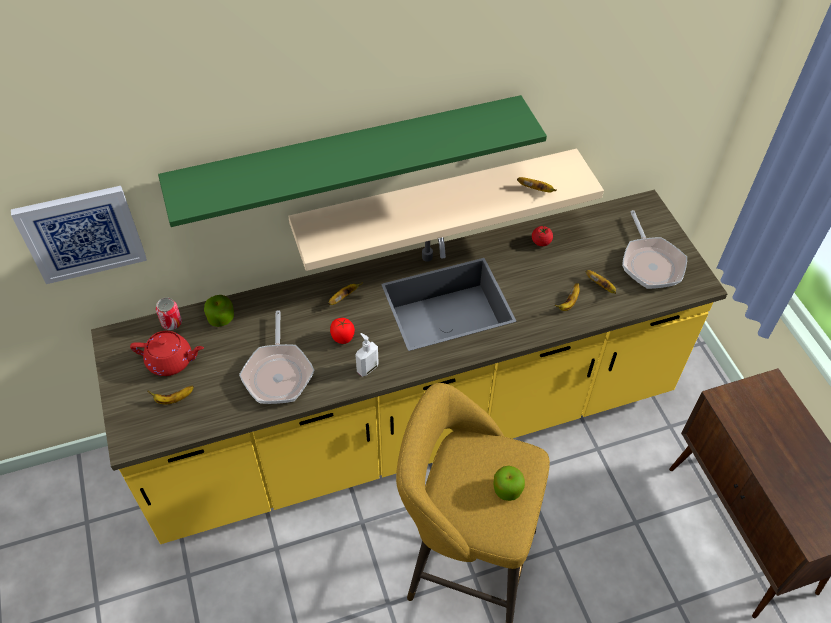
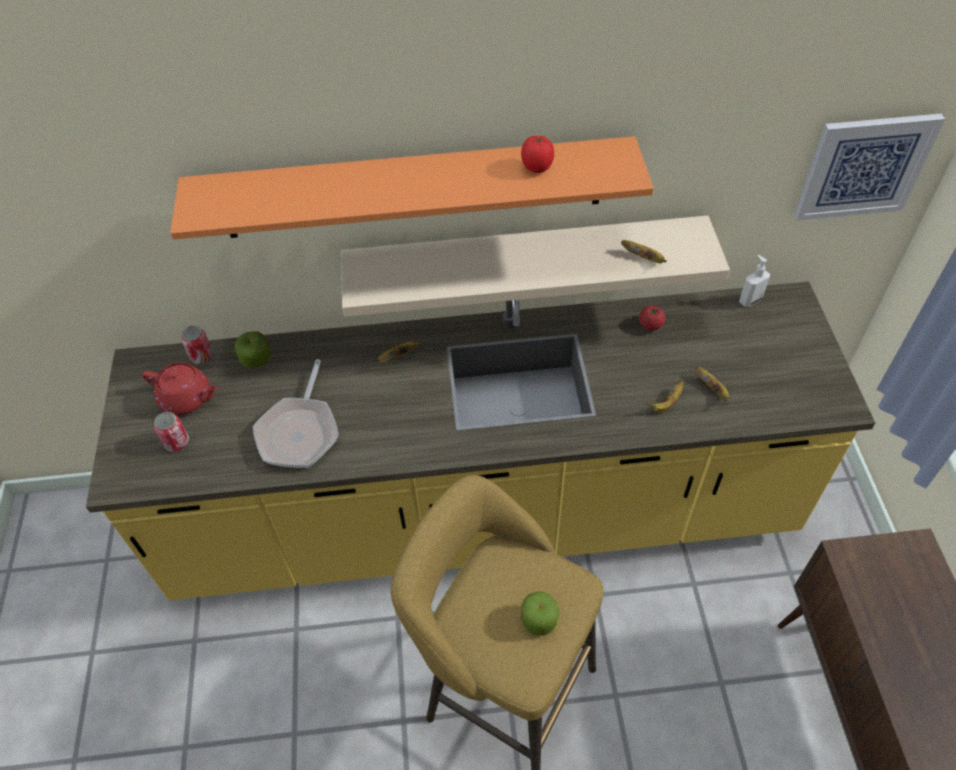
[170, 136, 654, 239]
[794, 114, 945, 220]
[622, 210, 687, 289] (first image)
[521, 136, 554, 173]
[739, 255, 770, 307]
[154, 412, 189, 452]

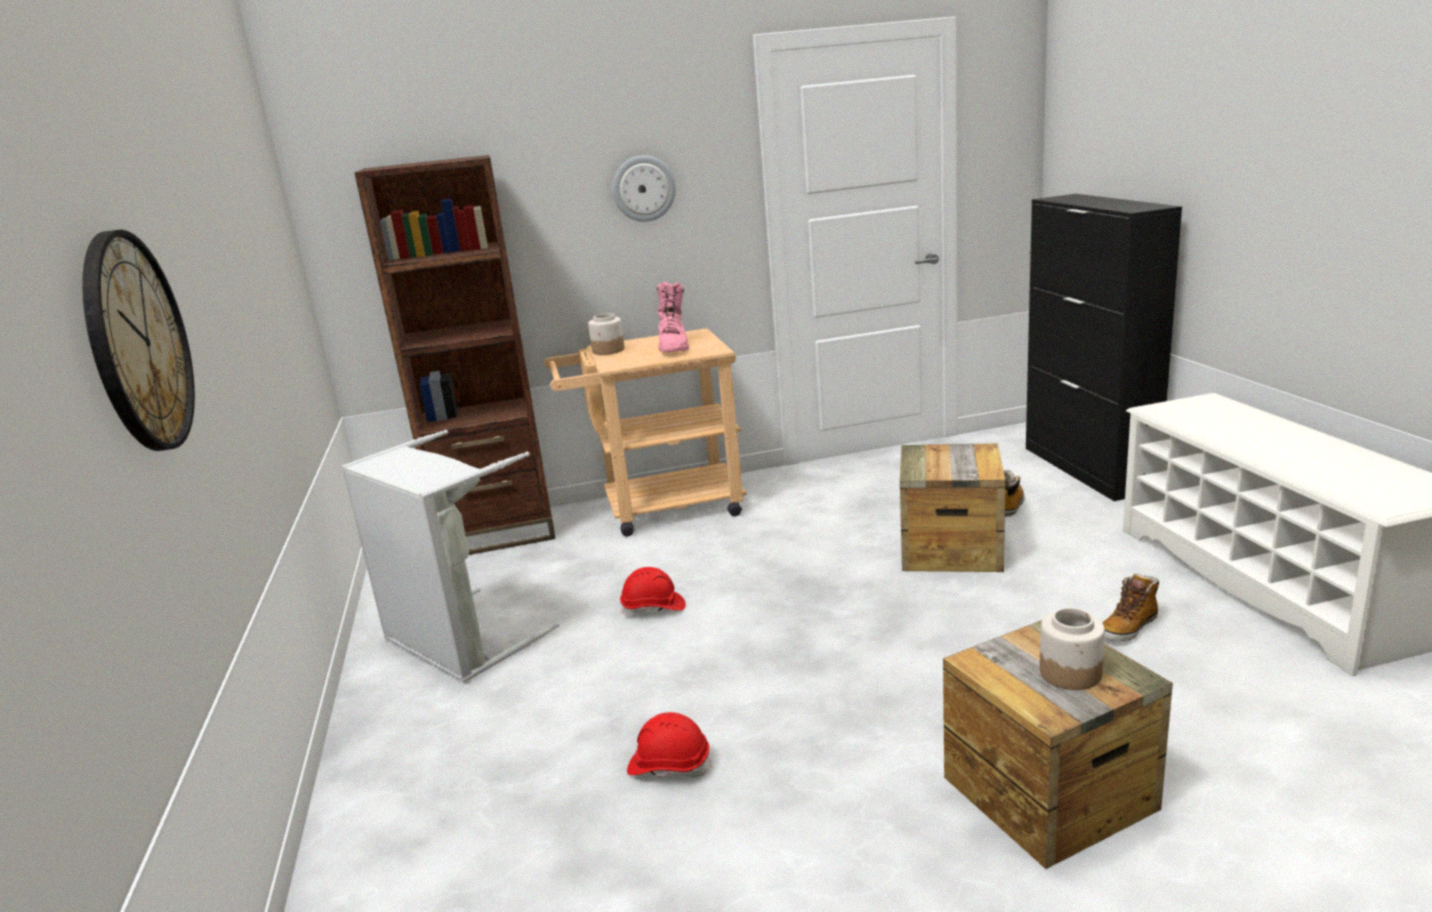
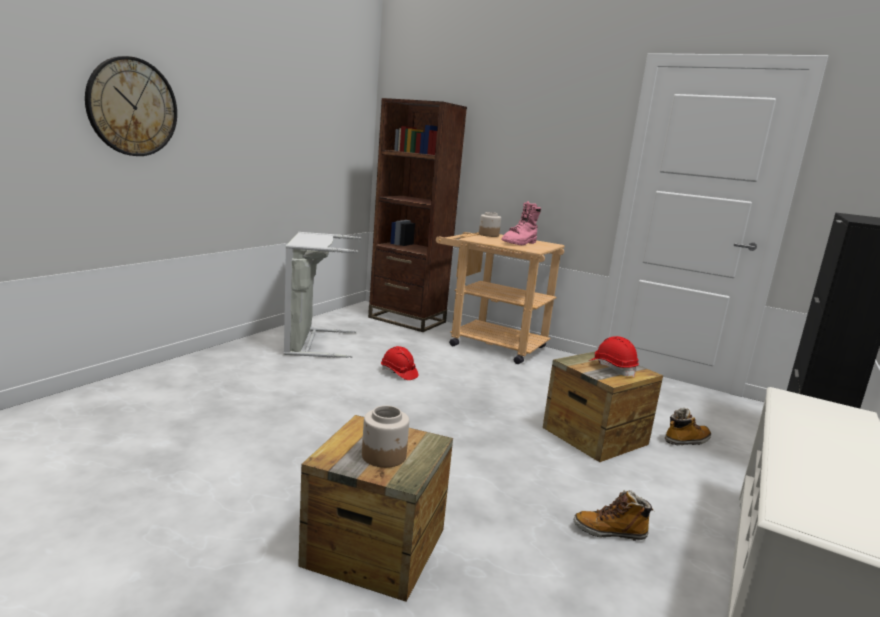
[612, 155, 676, 222] (first image)
[589, 336, 639, 377]

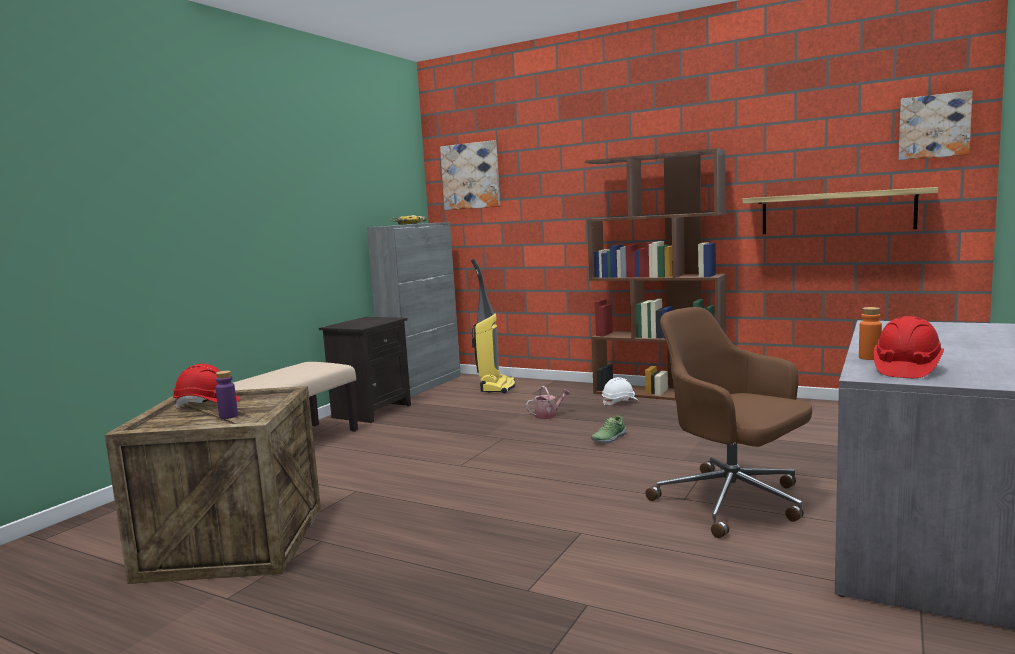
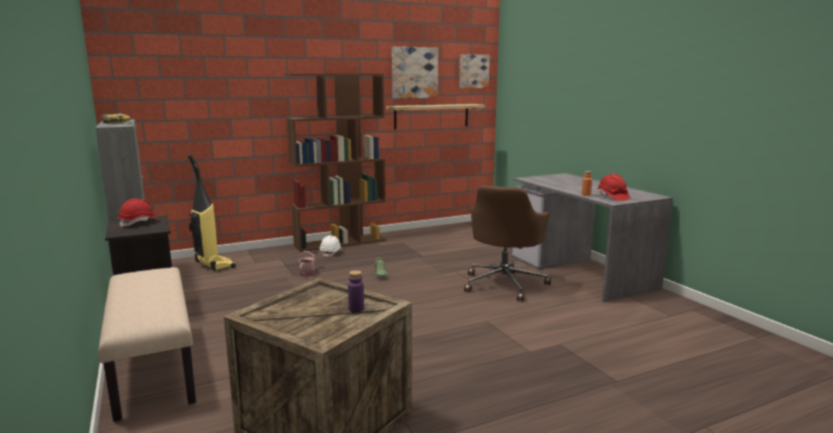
[392, 47, 438, 99]
[464, 186, 551, 301]
[118, 198, 159, 228]

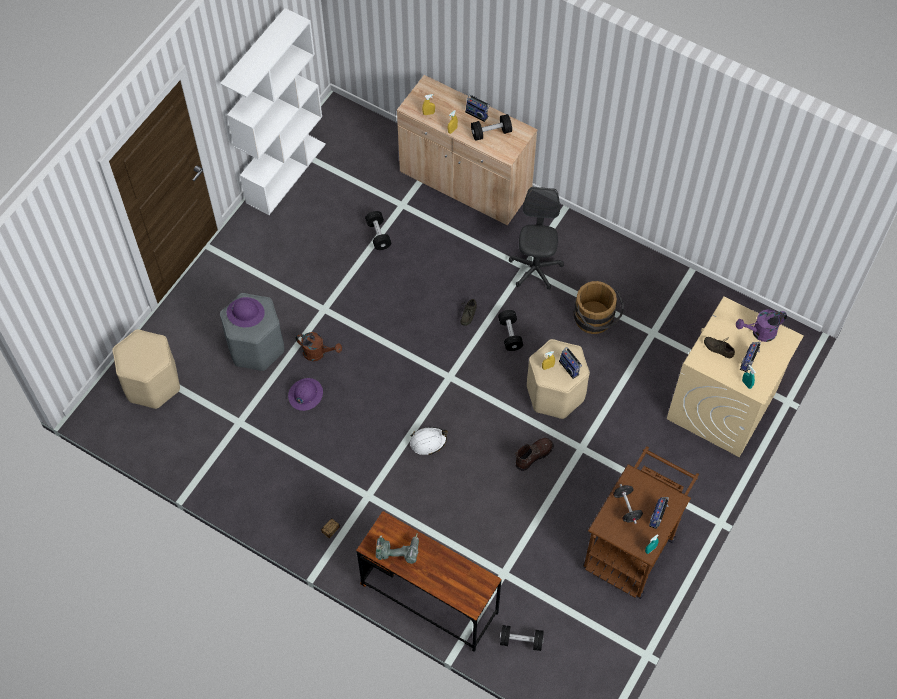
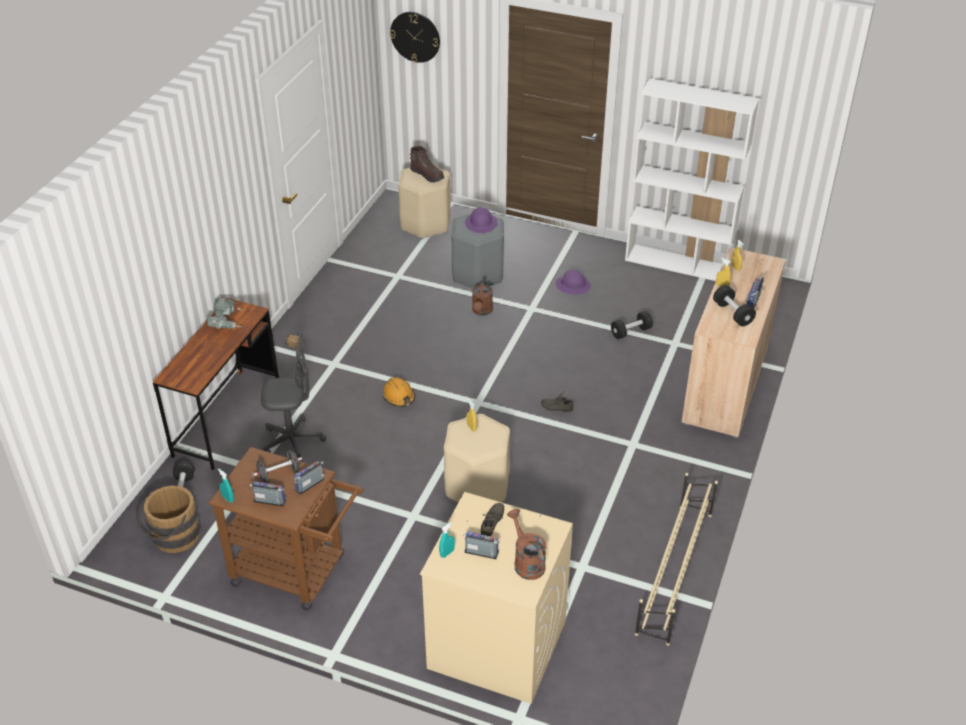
[261, 332, 326, 462]
[136, 485, 201, 553]
[507, 509, 546, 580]
[498, 310, 523, 351] (first image)
[294, 461, 325, 495]
[556, 270, 591, 295]
[383, 377, 415, 407]
[410, 146, 444, 183]
[390, 12, 440, 63]
[635, 473, 718, 646]

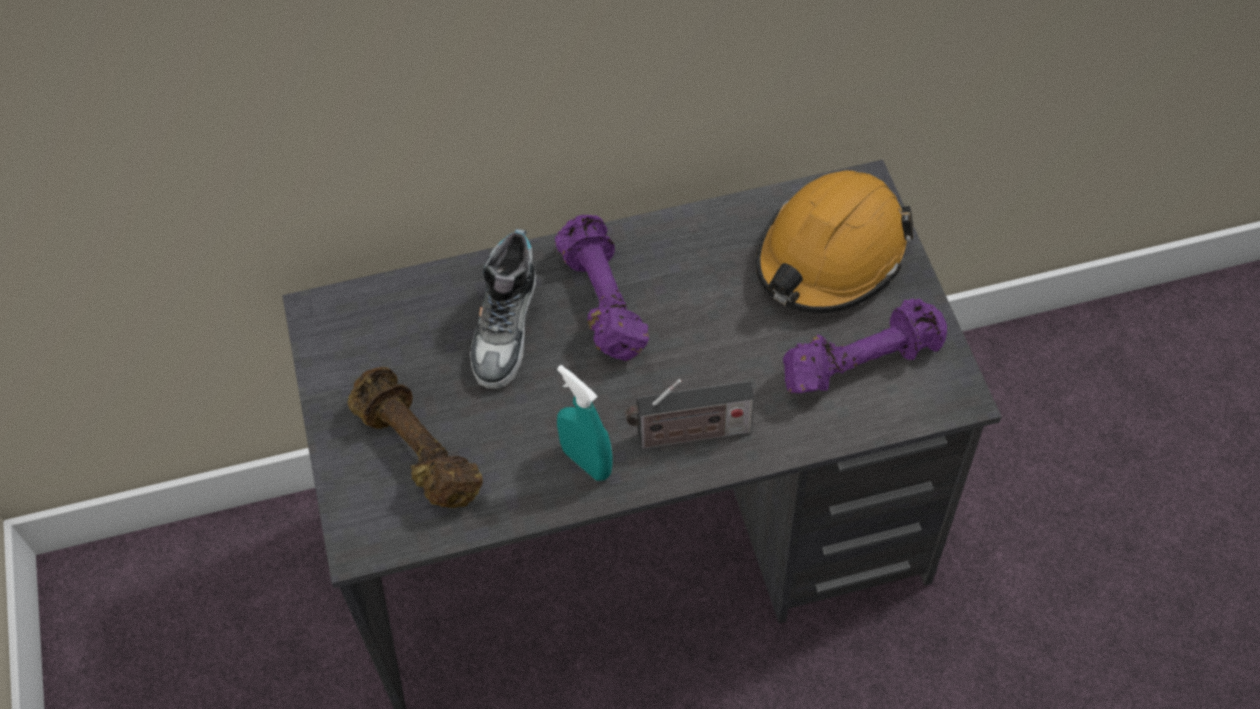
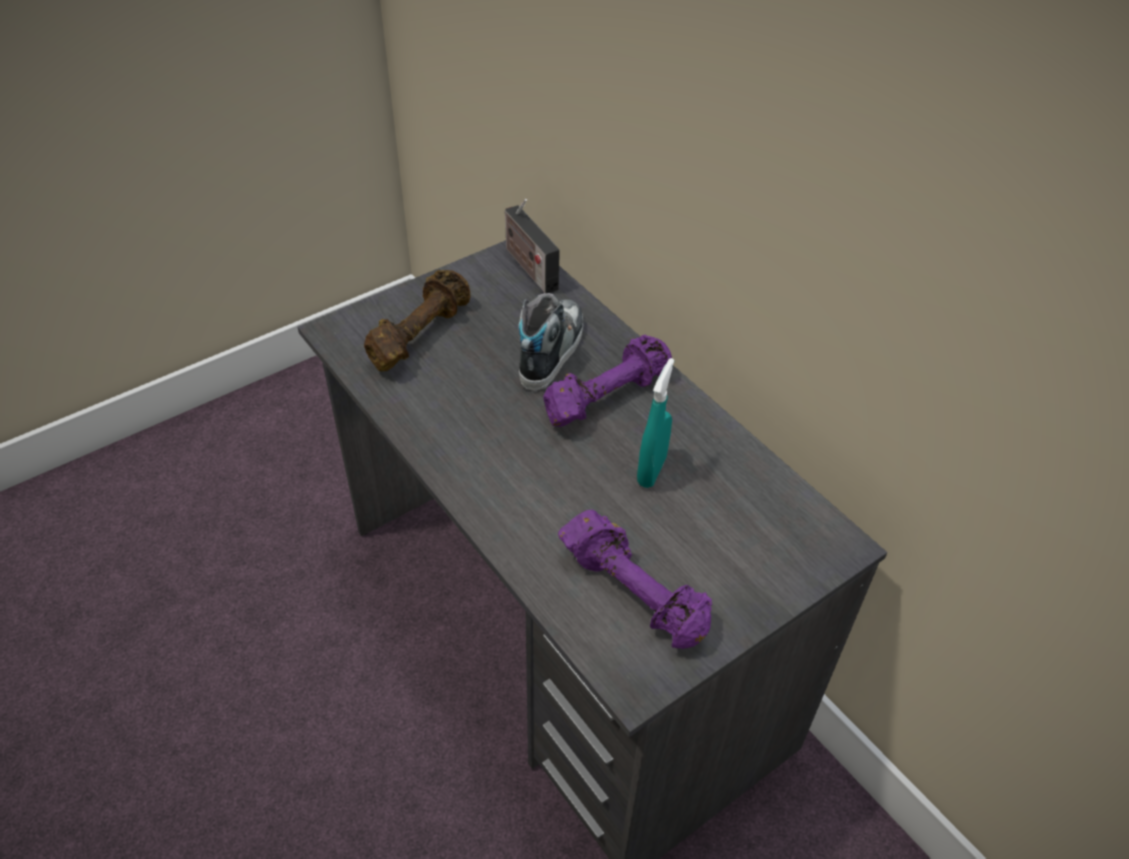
[756, 170, 913, 313] (first image)
[518, 293, 583, 391]
[637, 358, 674, 488]
[505, 199, 560, 293]

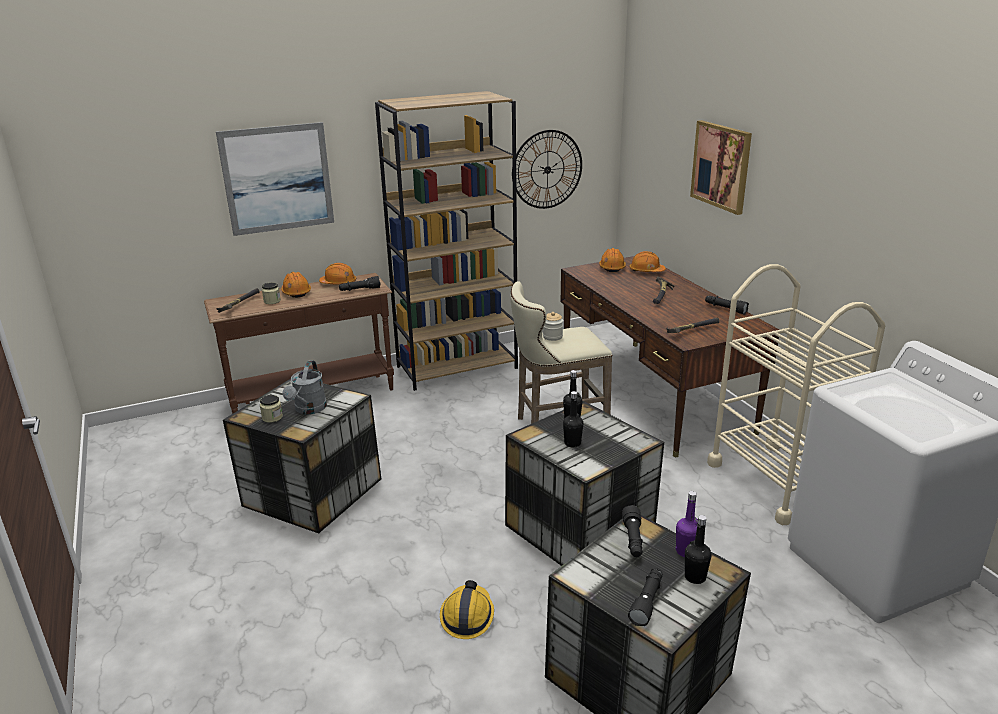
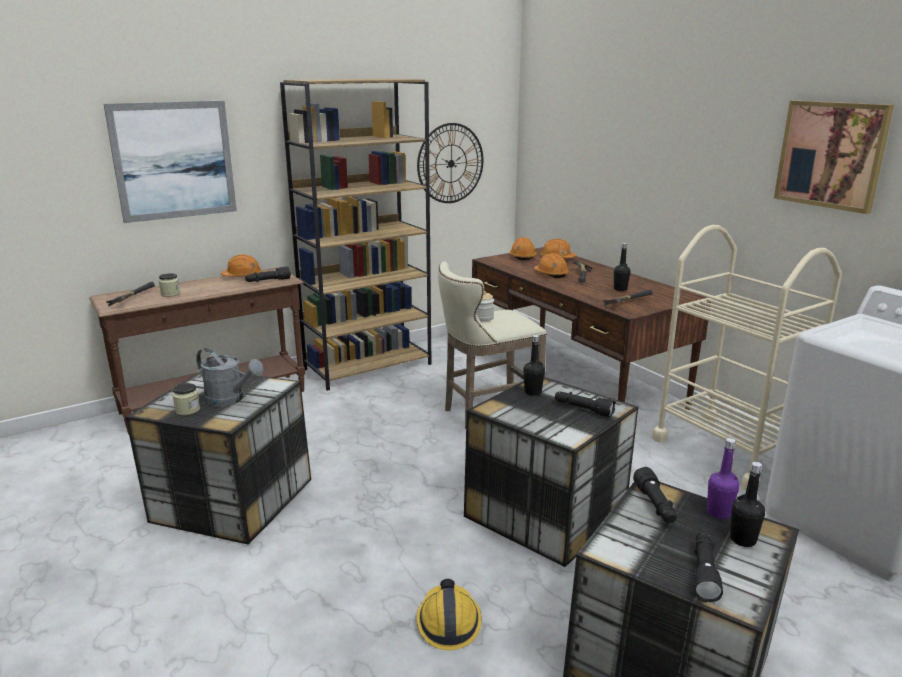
[774, 101, 894, 214]
[534, 253, 569, 278]
[555, 391, 616, 418]
[196, 348, 264, 406]
[614, 243, 631, 291]

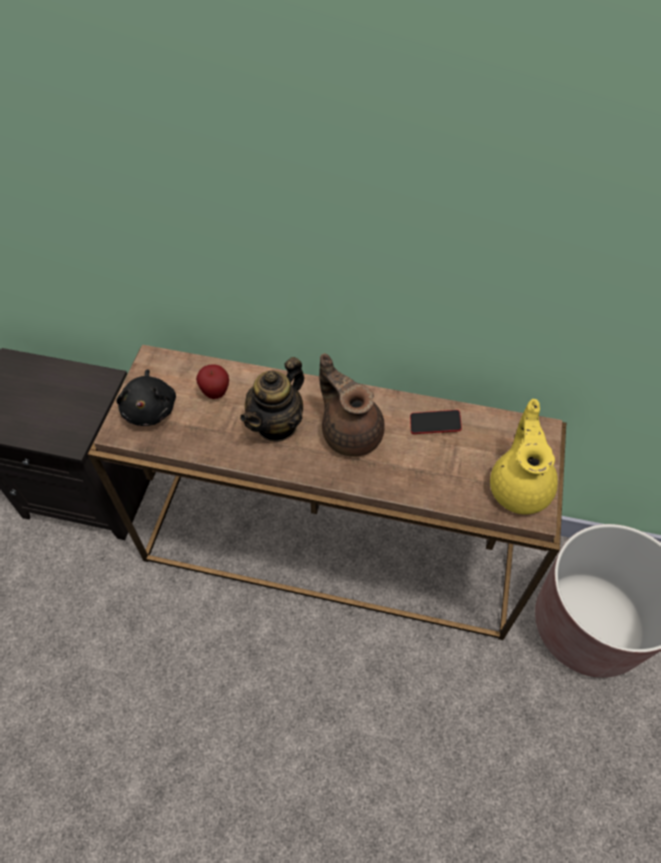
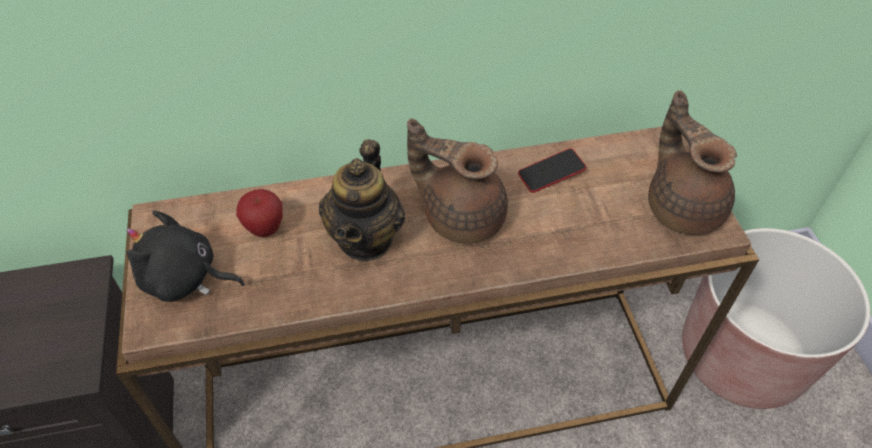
[127, 210, 245, 302]
[648, 90, 737, 235]

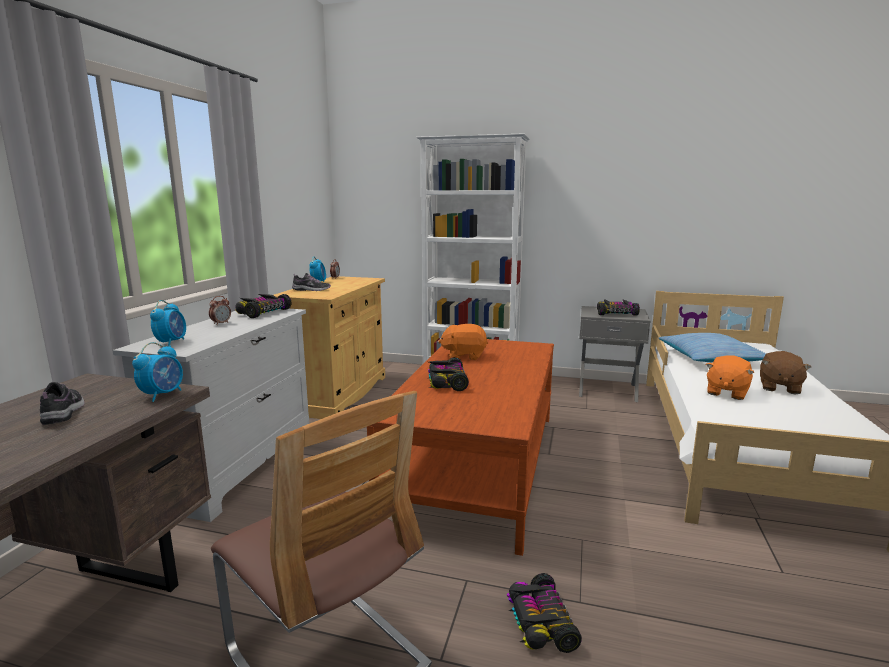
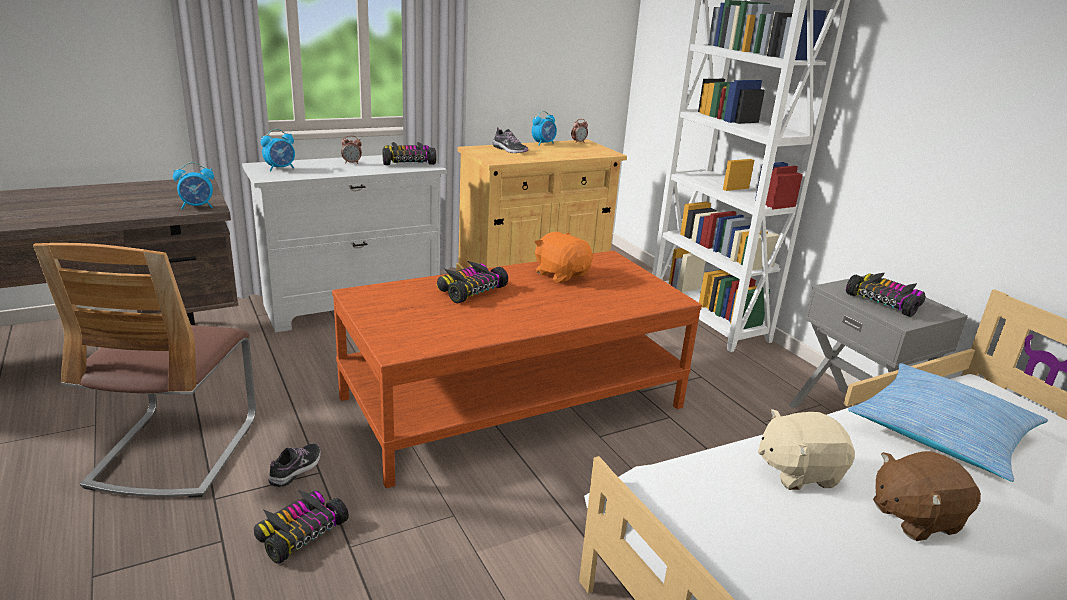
[758, 409, 855, 490]
[269, 444, 321, 487]

